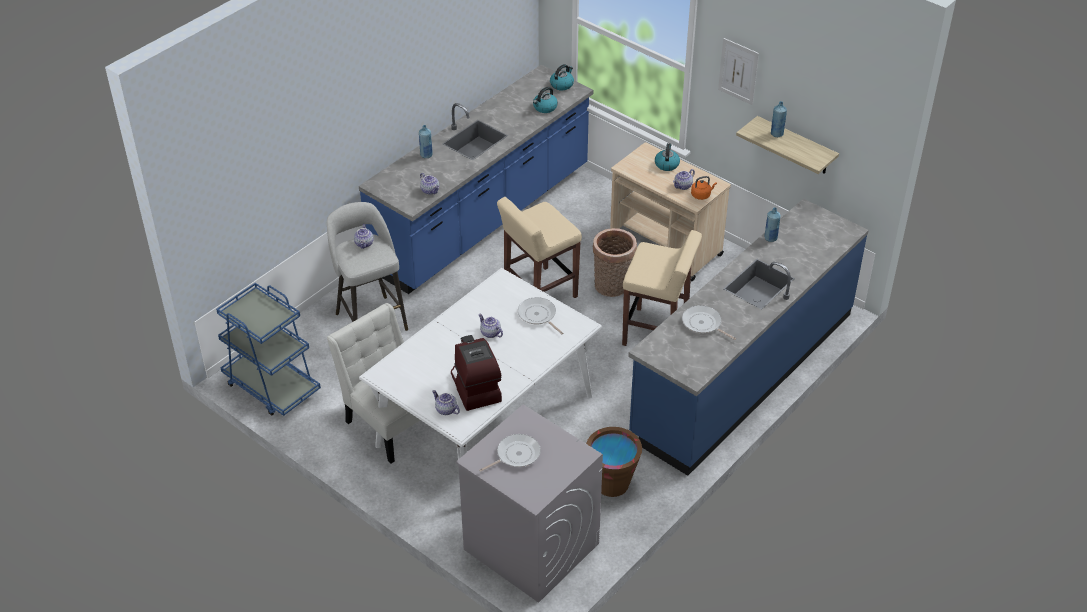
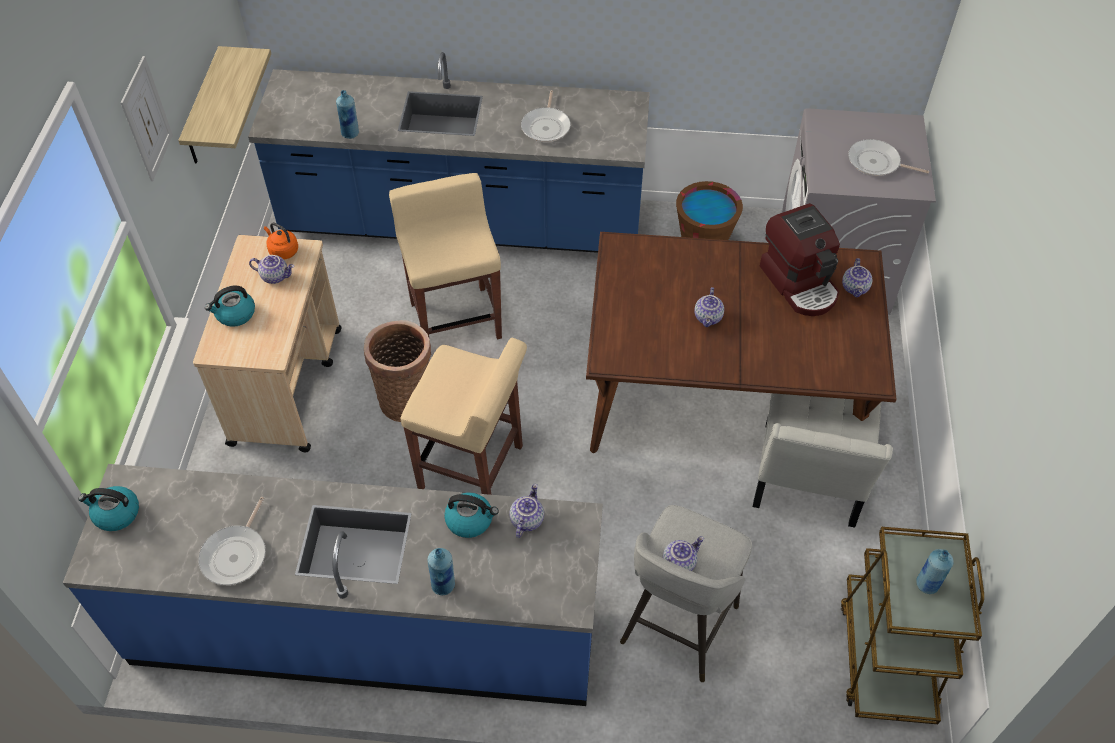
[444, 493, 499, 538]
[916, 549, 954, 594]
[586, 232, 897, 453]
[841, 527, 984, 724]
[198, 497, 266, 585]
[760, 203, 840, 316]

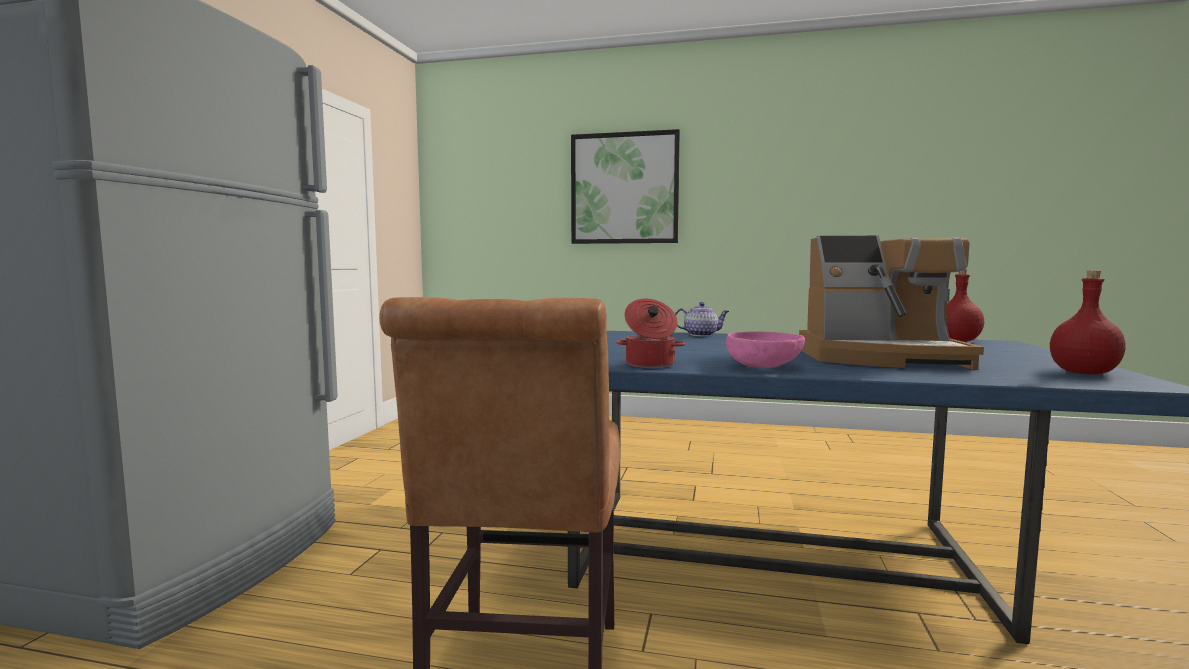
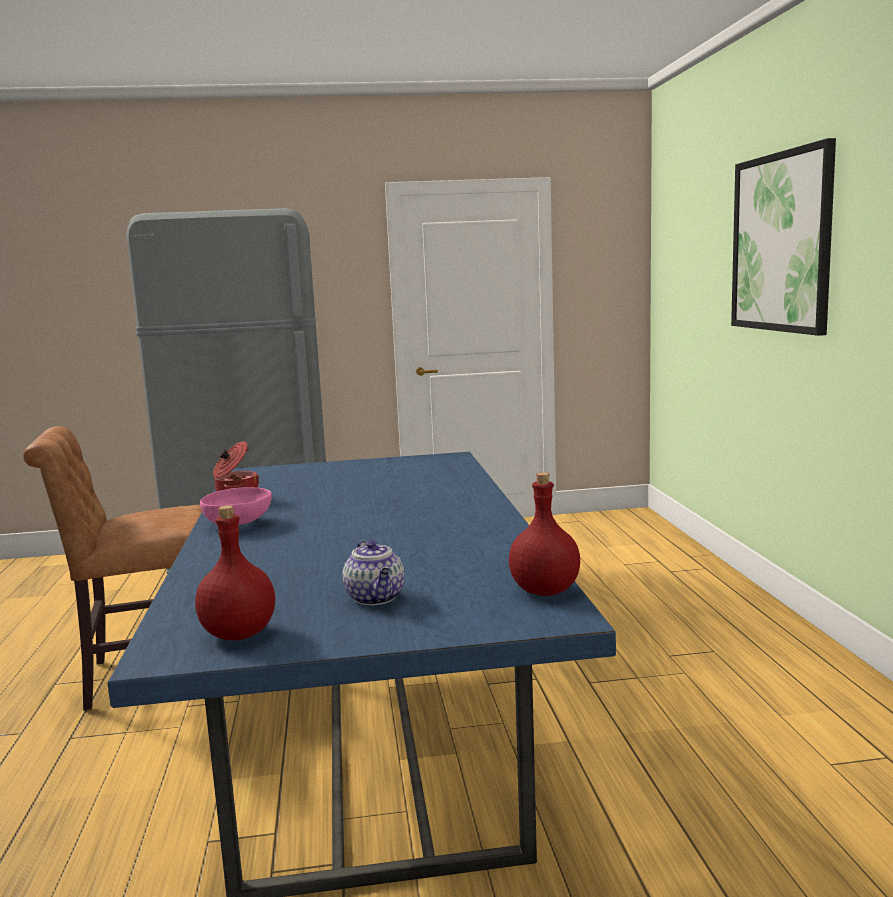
[799, 236, 984, 370] (first image)
[342, 540, 405, 605]

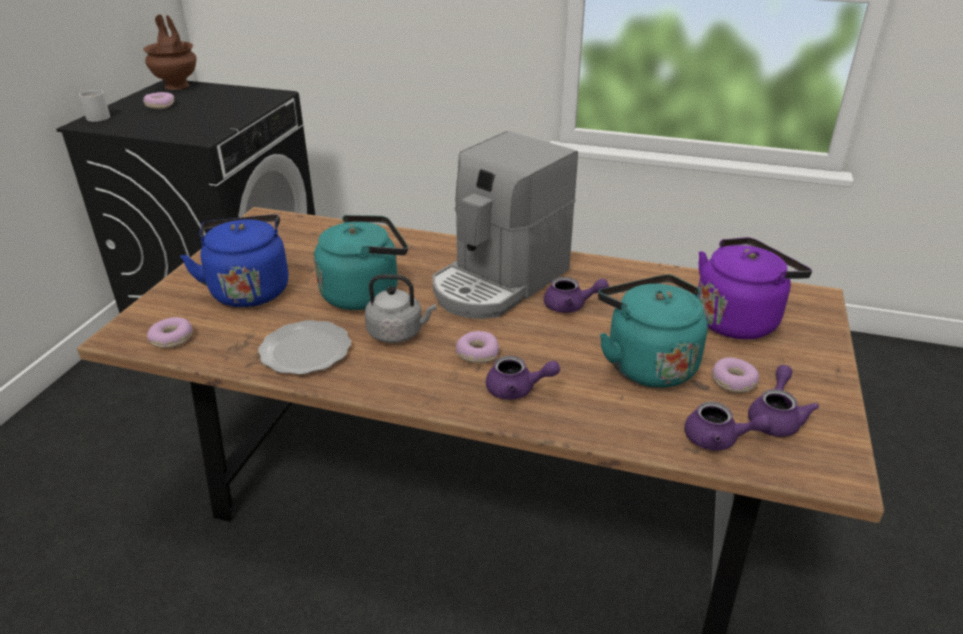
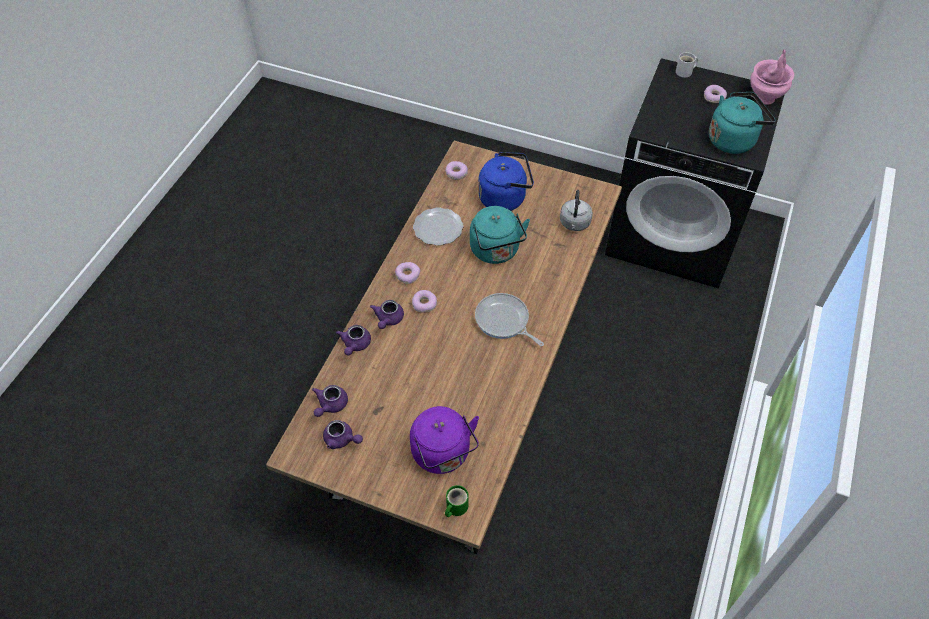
[750, 49, 794, 105]
[475, 293, 544, 346]
[560, 190, 593, 231]
[709, 92, 776, 154]
[336, 325, 371, 355]
[395, 262, 420, 284]
[445, 485, 469, 517]

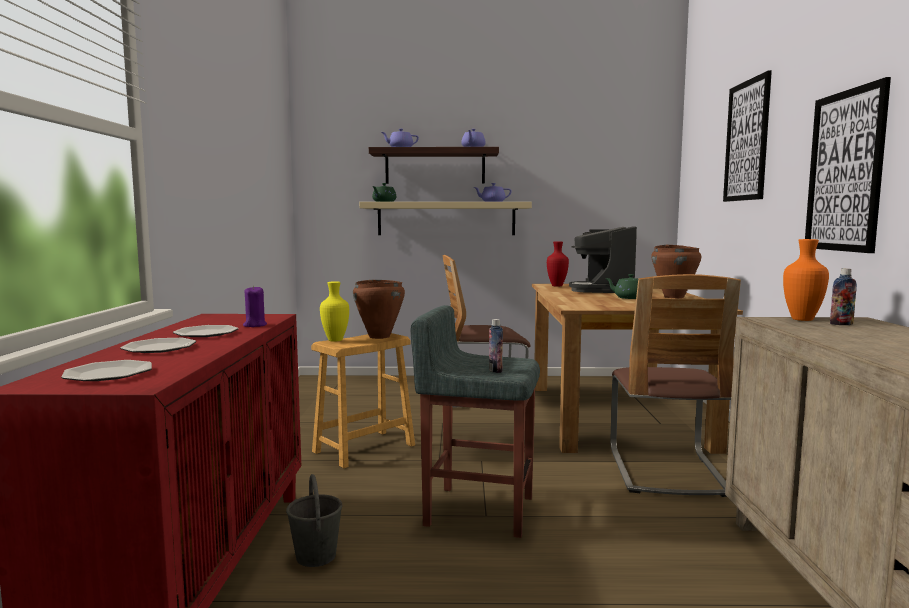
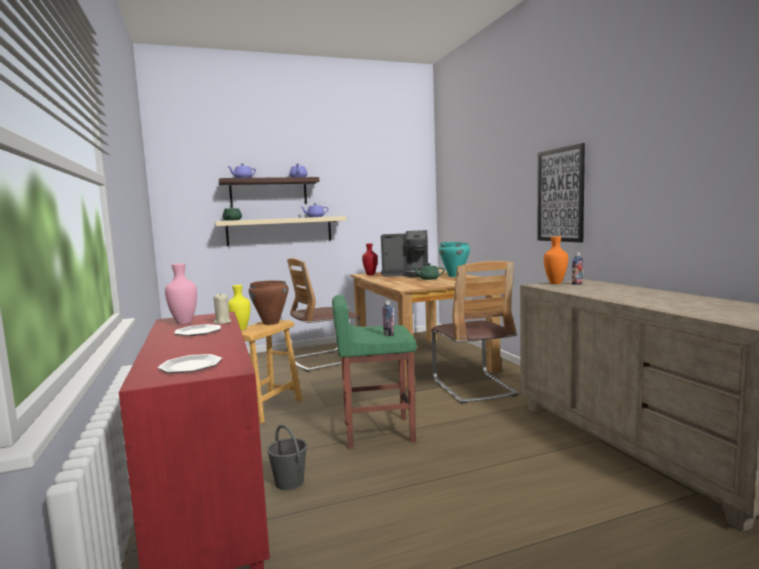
[723, 70, 772, 202] (first image)
[381, 230, 428, 277]
[439, 242, 470, 277]
[214, 293, 231, 324]
[332, 295, 417, 449]
[120, 338, 196, 353] (first image)
[165, 263, 197, 325]

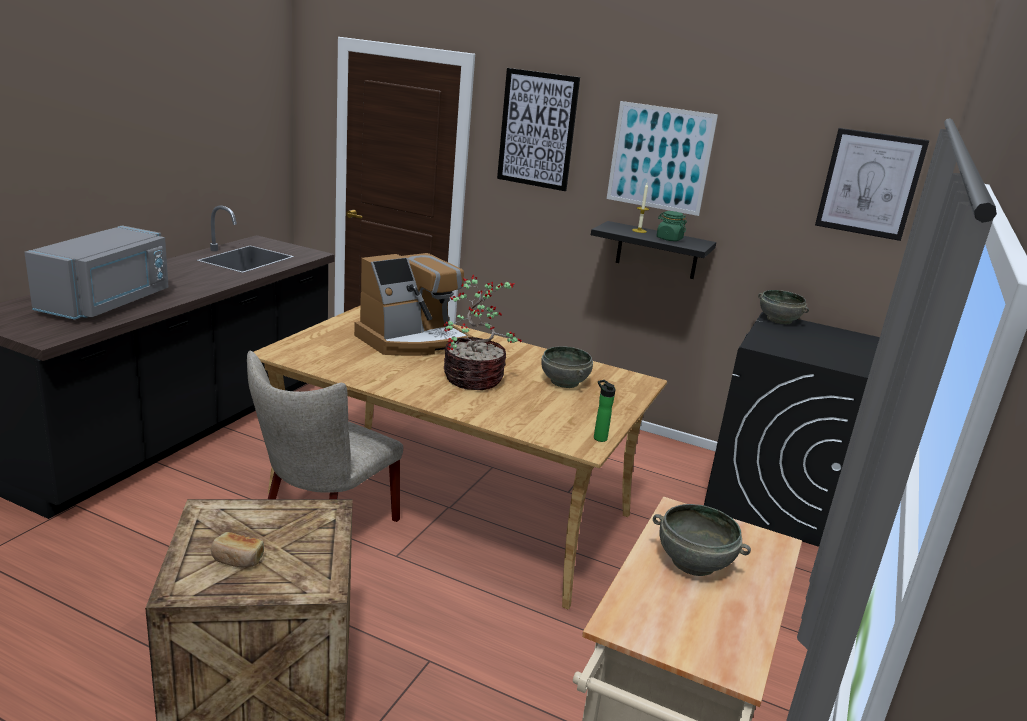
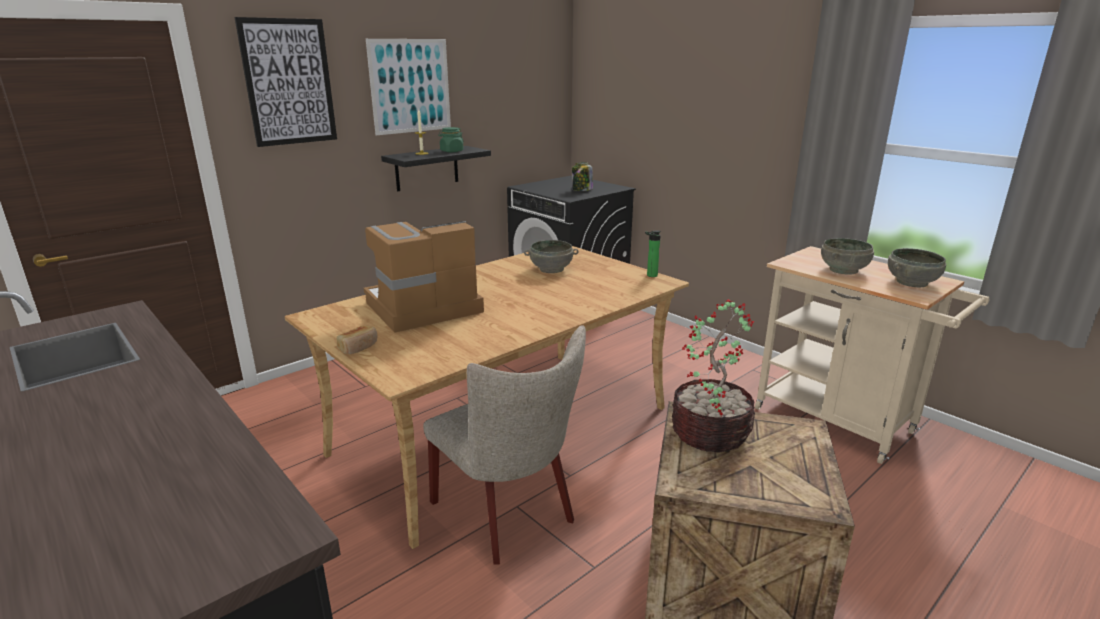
[815, 128, 929, 241] (first image)
[24, 225, 169, 320] (first image)
[364, 221, 484, 333]
[672, 299, 755, 453]
[888, 248, 946, 287]
[337, 326, 377, 354]
[572, 162, 593, 191]

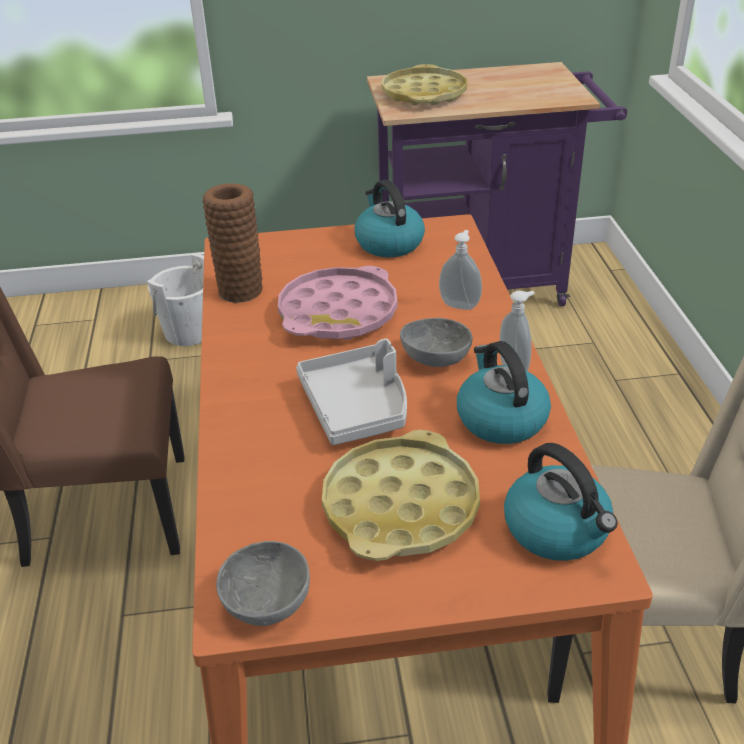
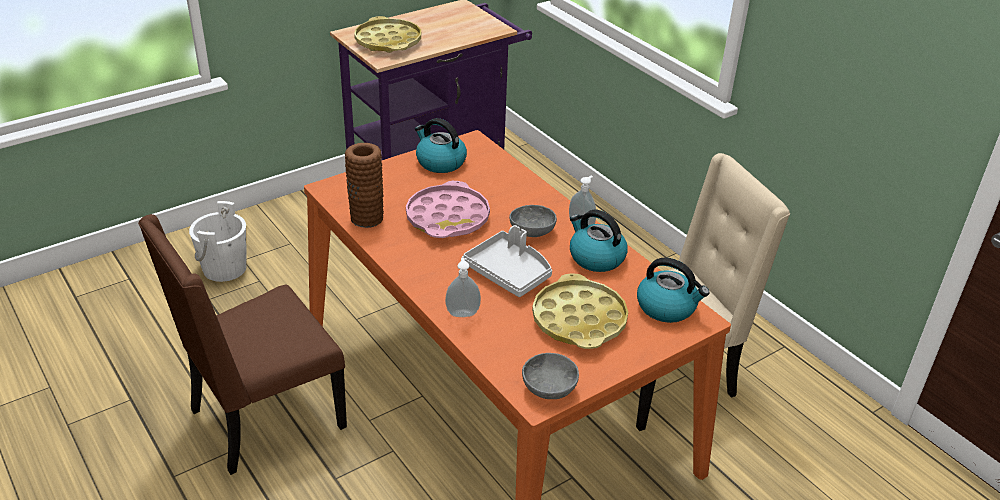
[445, 258, 481, 317]

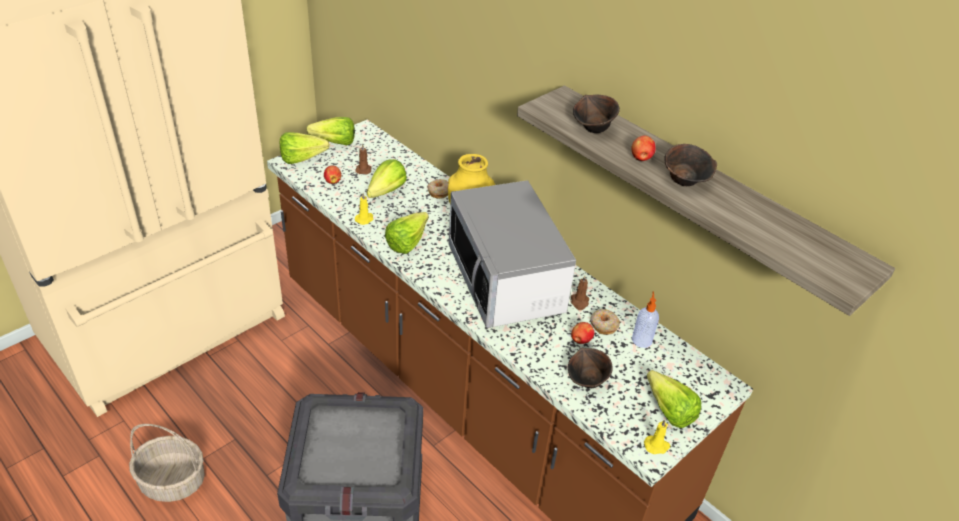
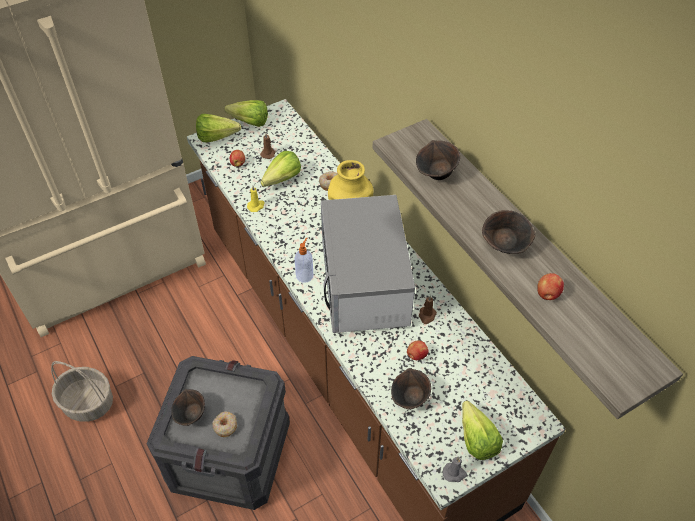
[537, 273, 564, 300]
[385, 212, 429, 254] (first image)
[294, 237, 314, 283]
[212, 411, 237, 437]
[443, 457, 467, 482]
[171, 389, 205, 426]

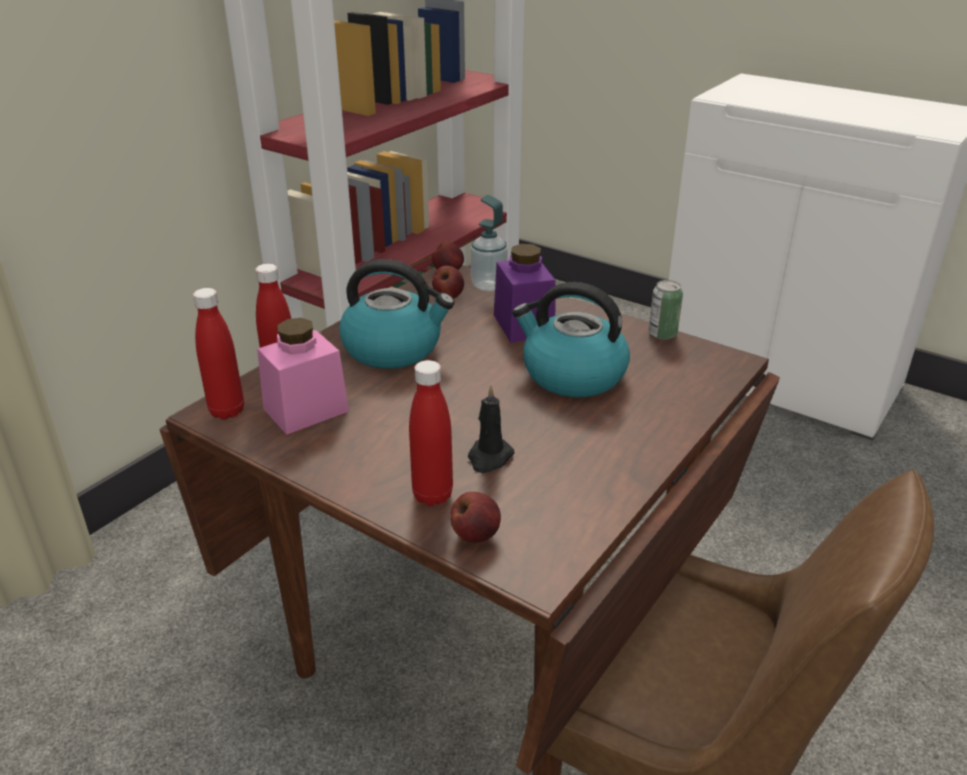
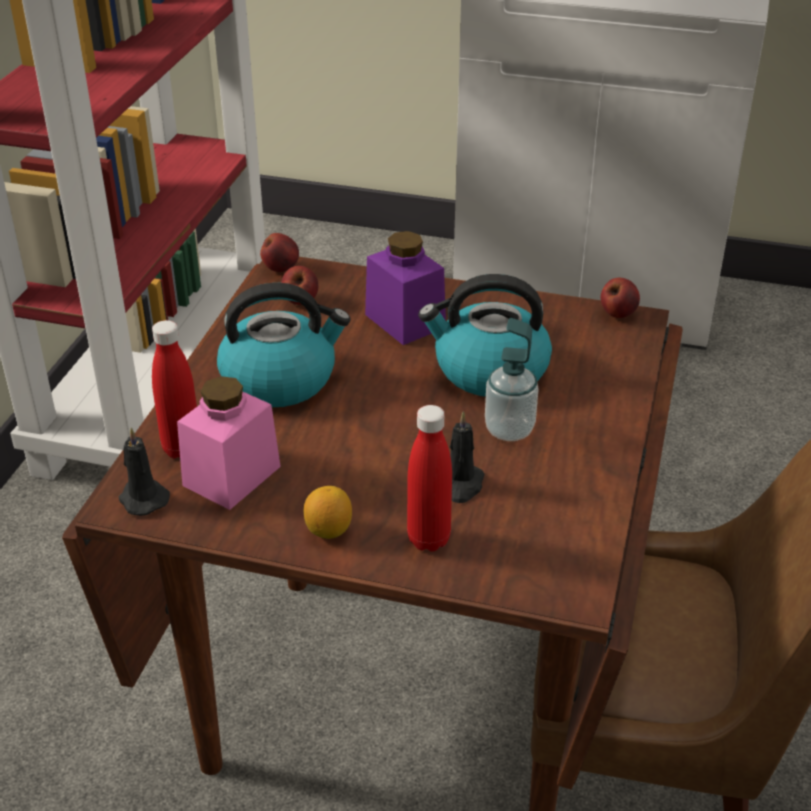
[485, 318, 539, 441]
[649, 280, 683, 340] (first image)
[119, 427, 170, 516]
[601, 278, 640, 318]
[304, 486, 352, 539]

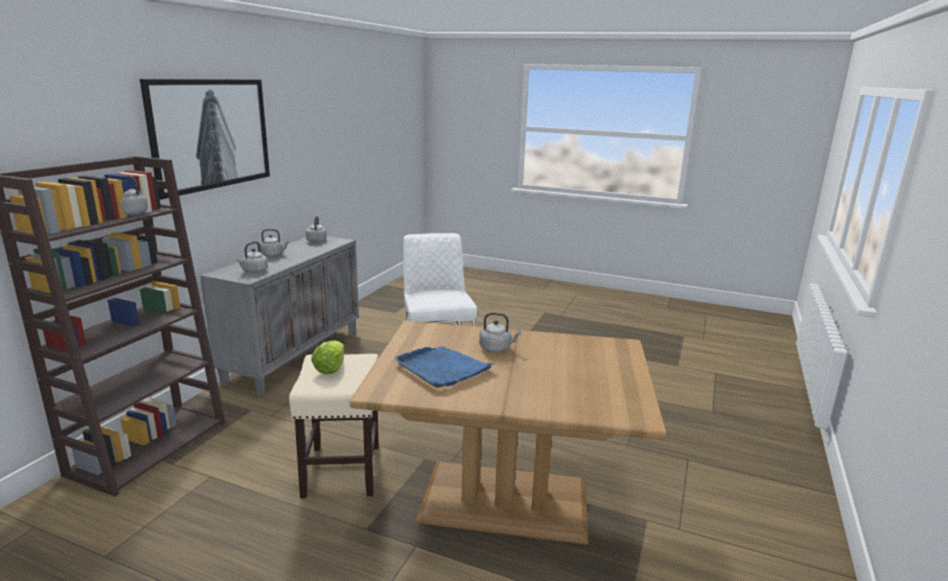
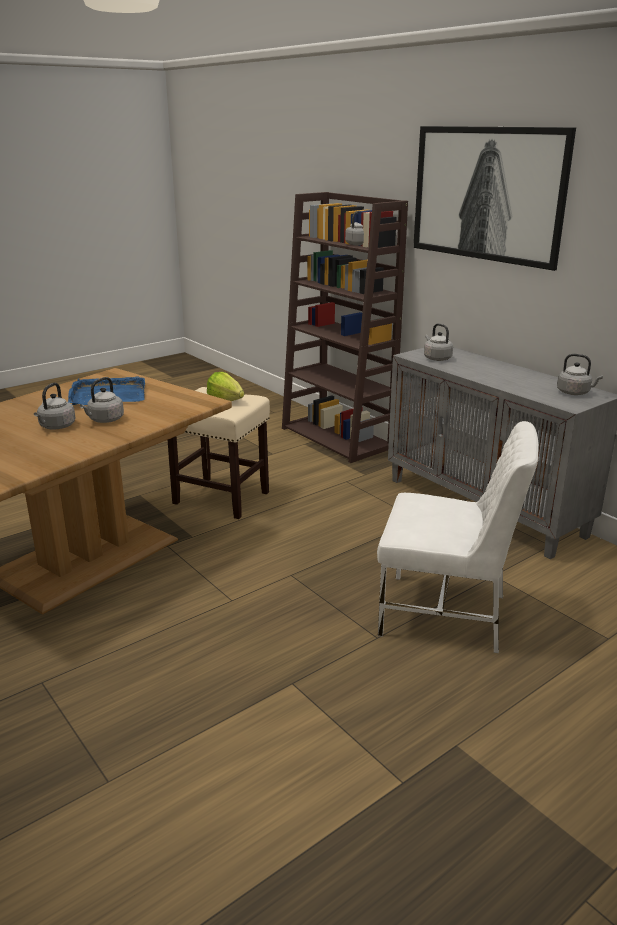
[34, 383, 75, 430]

